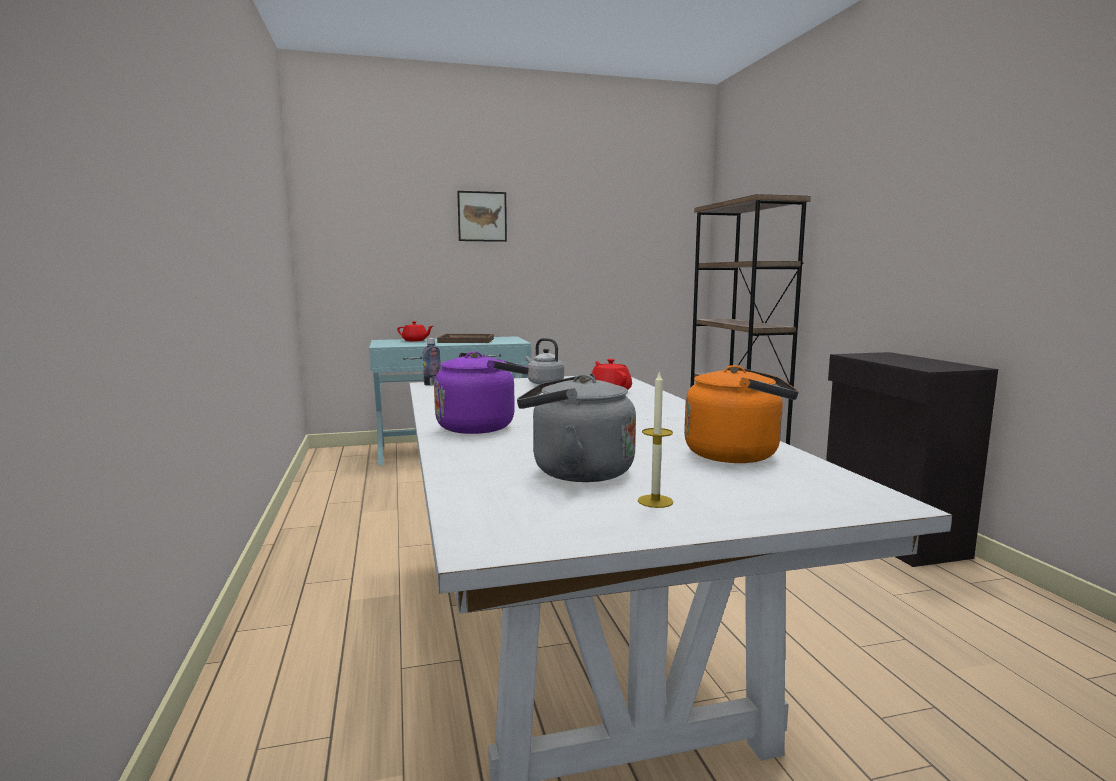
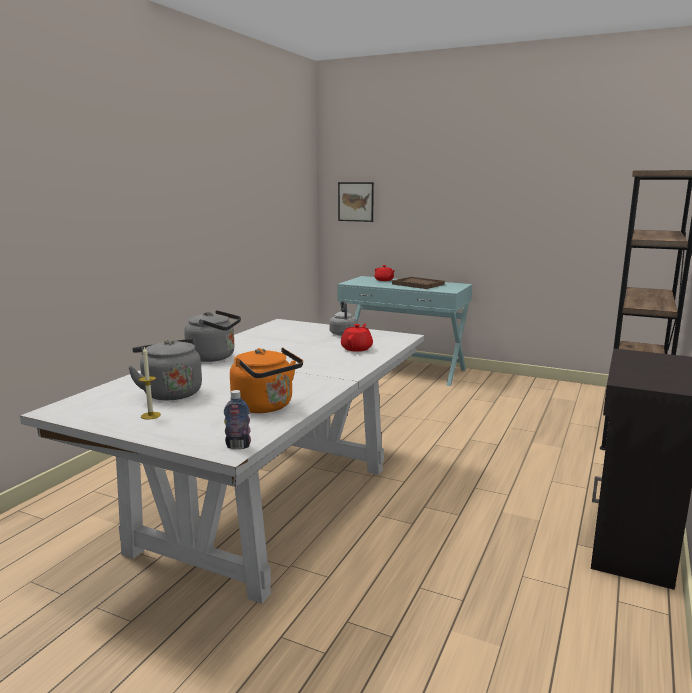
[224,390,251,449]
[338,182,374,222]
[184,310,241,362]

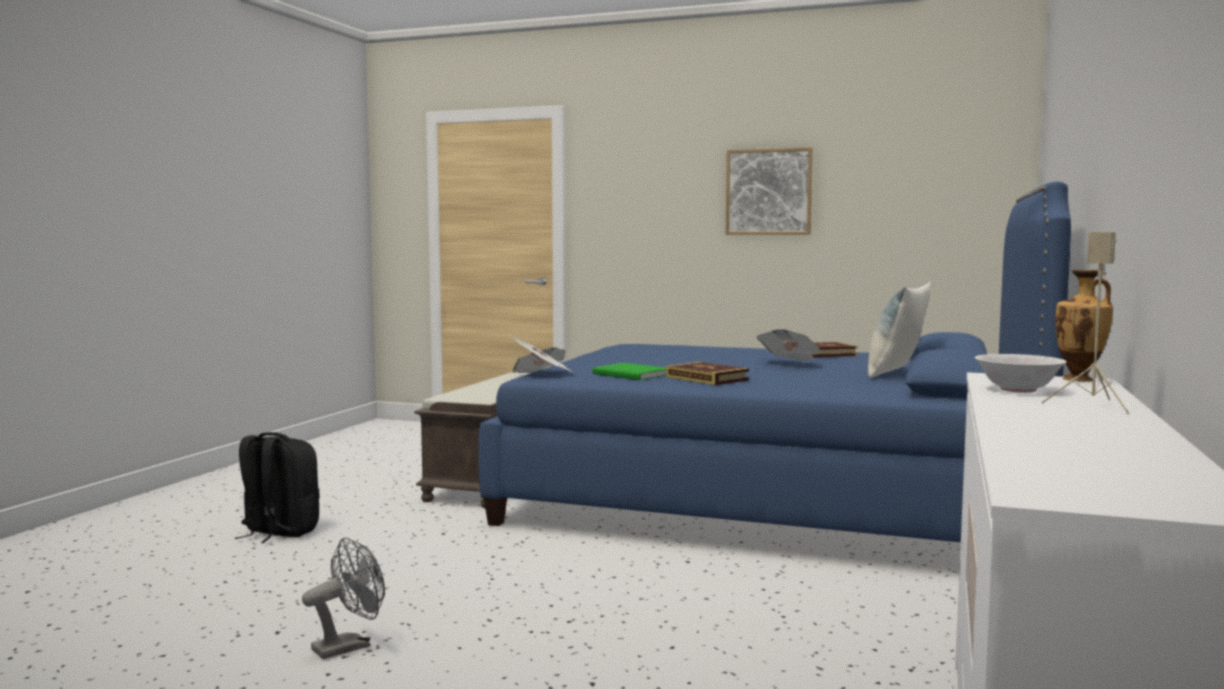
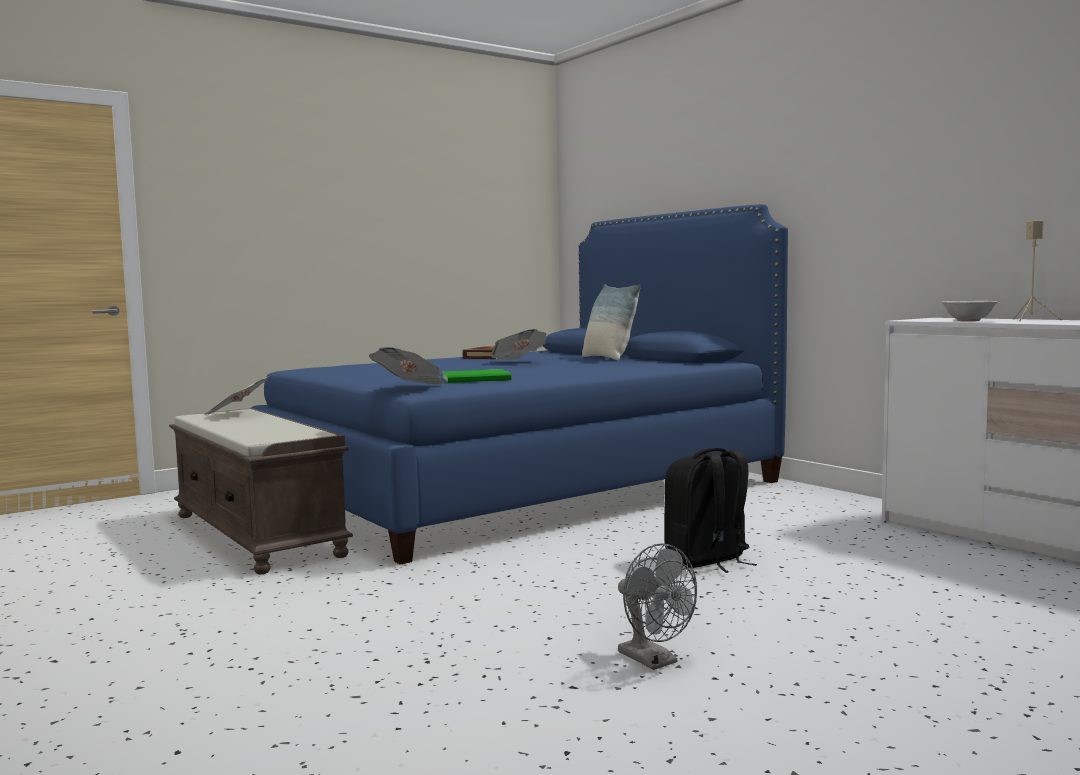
[666,362,749,385] (first image)
[726,147,813,235] (first image)
[1055,270,1113,381] (first image)
[664,448,757,573]
[618,543,697,670]

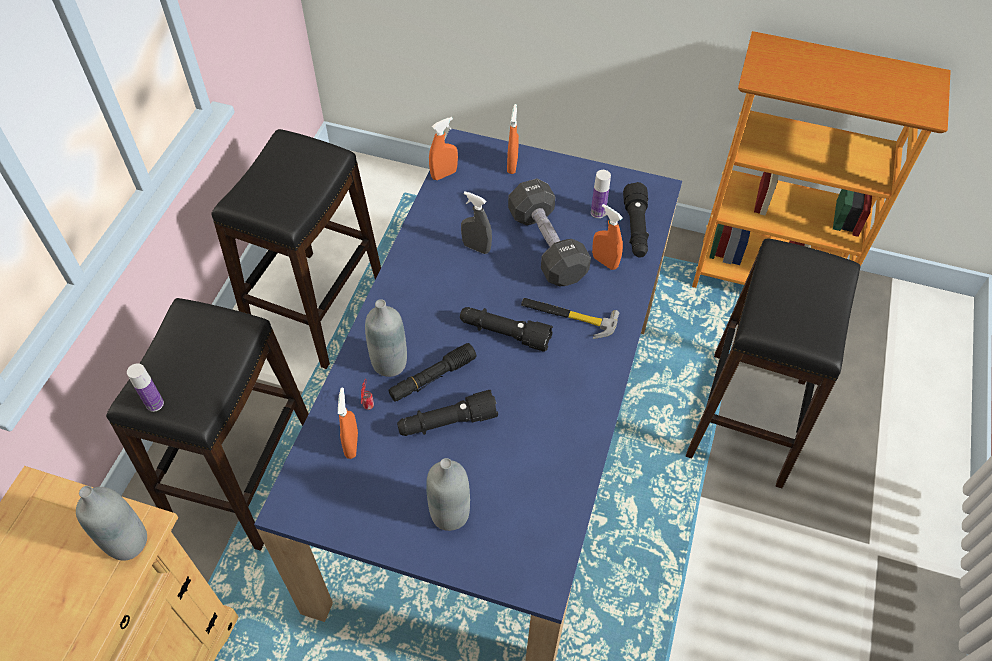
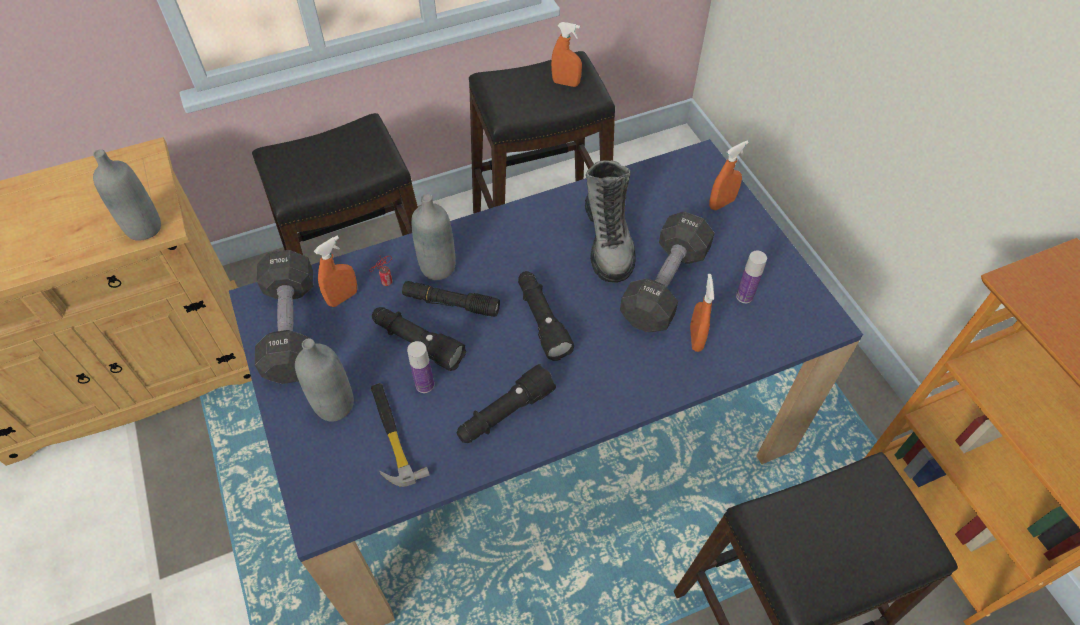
[255,250,313,384]
[407,341,434,393]
[551,22,582,87]
[371,383,430,487]
[457,364,556,443]
[585,160,636,283]

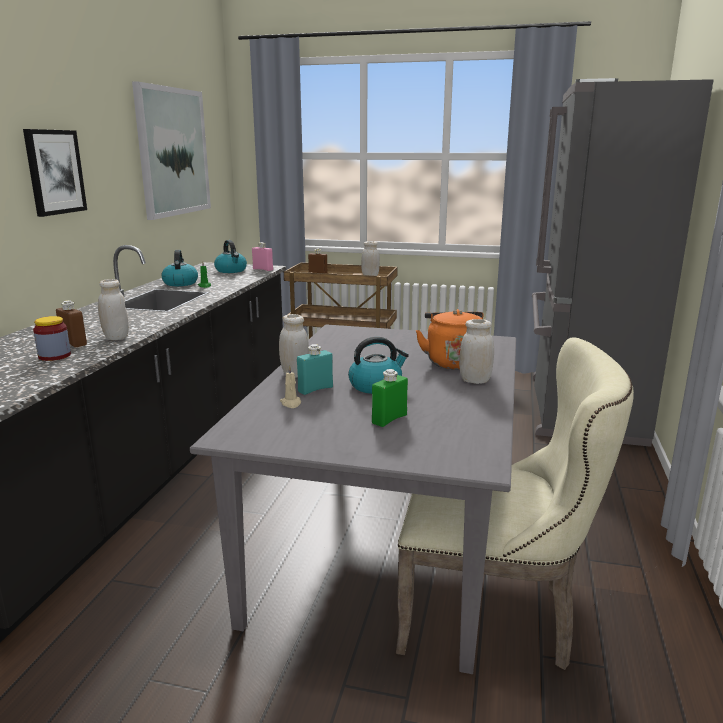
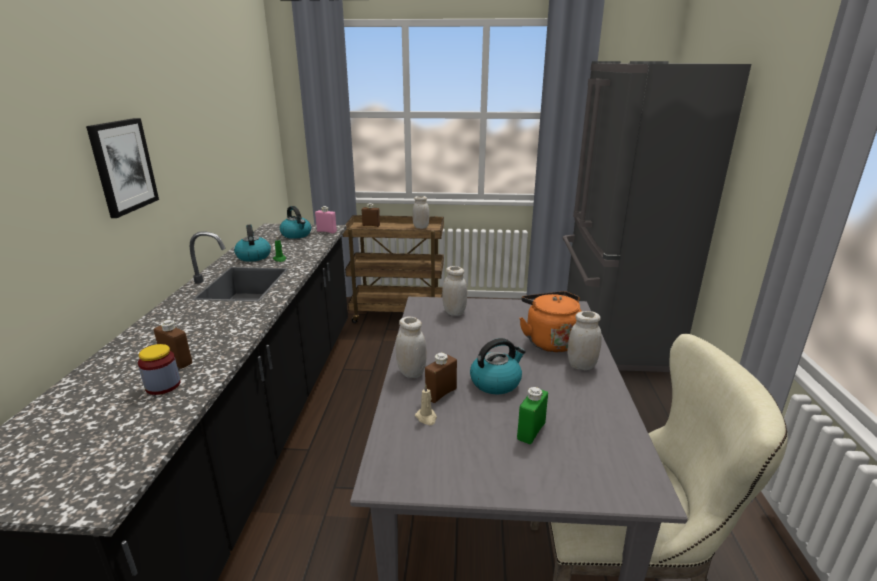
[132,81,211,220] (first image)
[442,266,467,316]
[425,353,457,403]

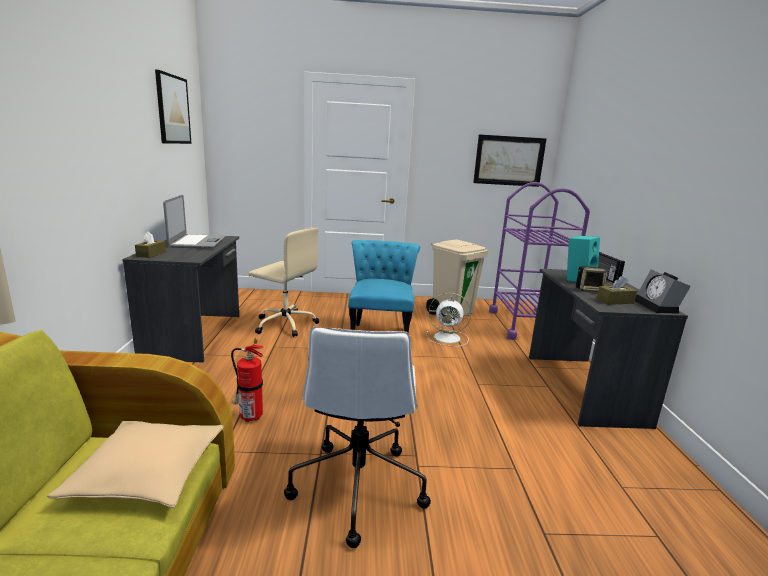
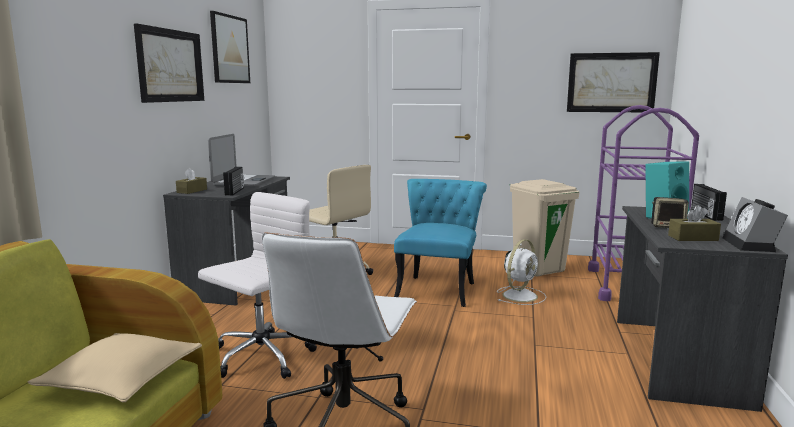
[134,24,204,103]
[223,167,244,196]
[198,192,317,379]
[497,239,546,305]

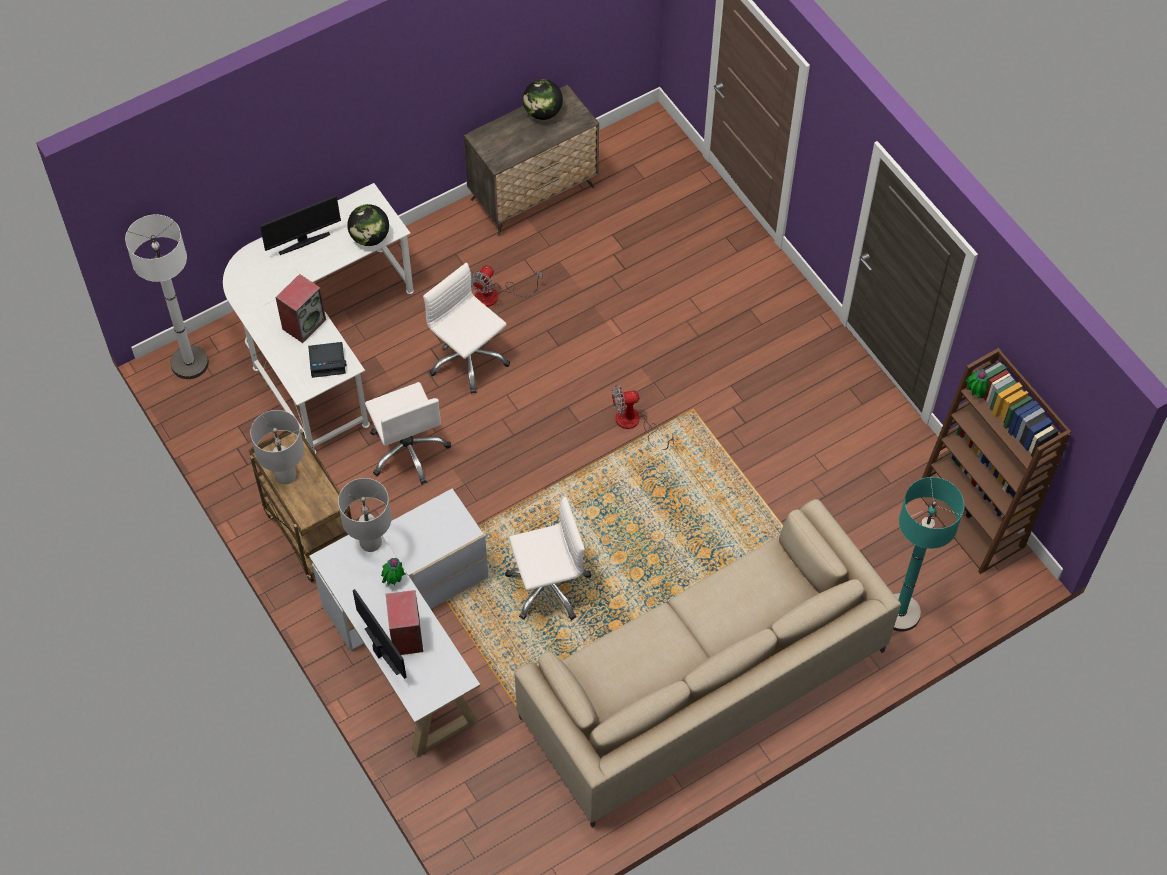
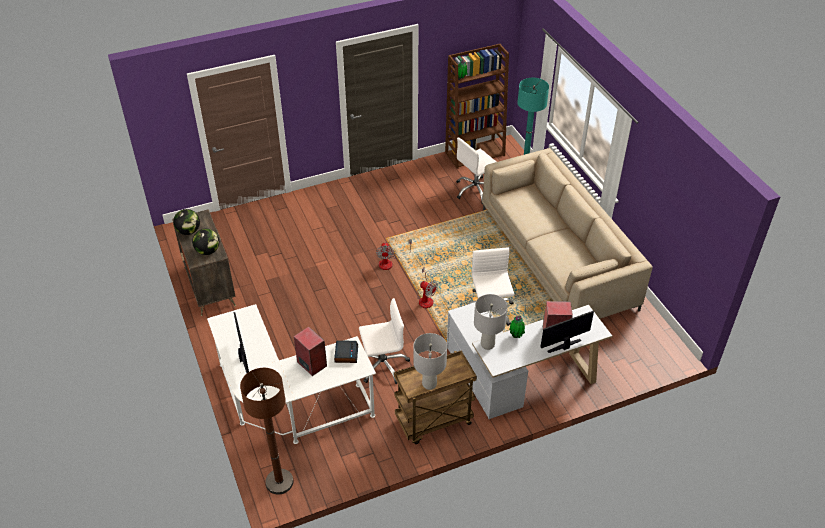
[192,229,219,255]
[456,137,496,204]
[417,268,438,308]
[240,368,294,494]

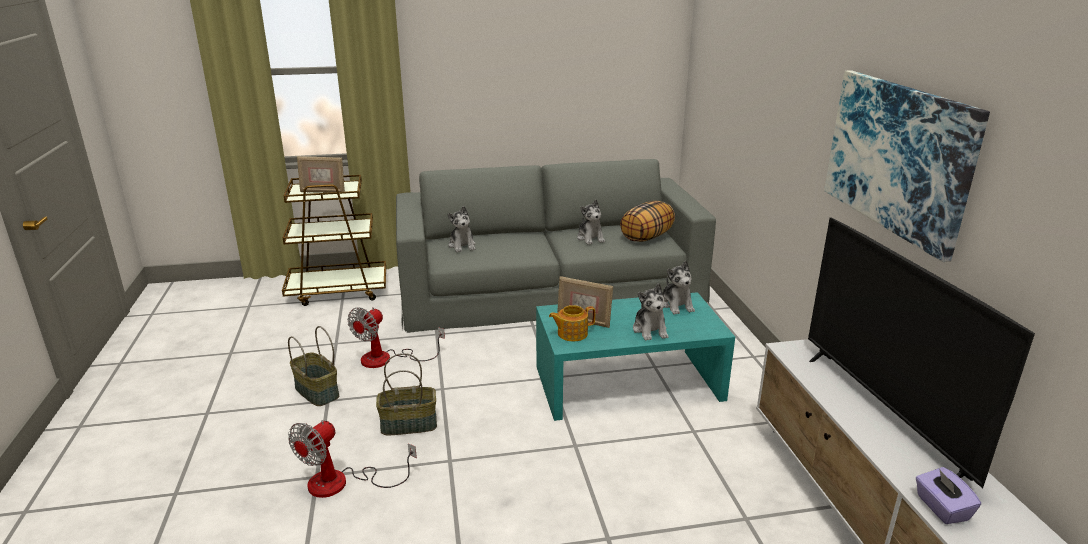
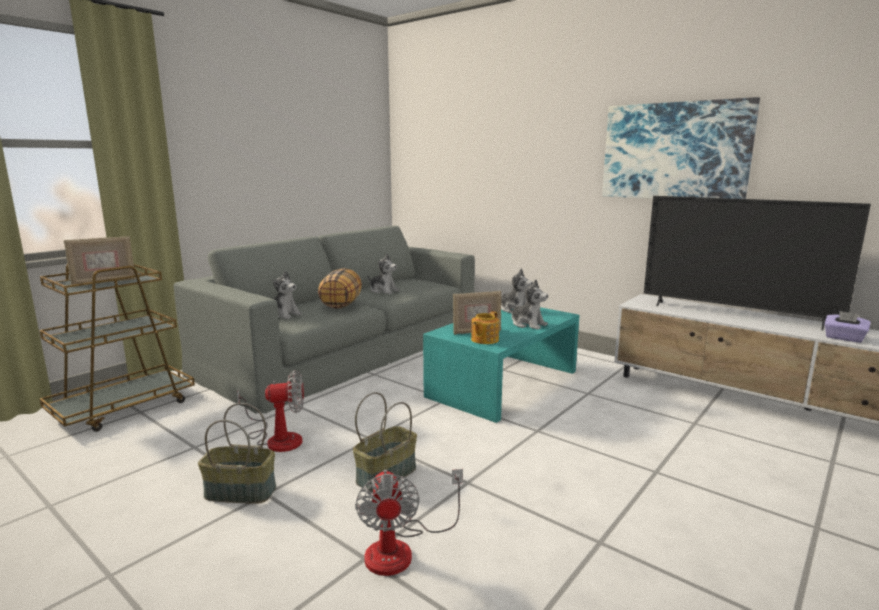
[318,268,362,309]
[237,370,304,452]

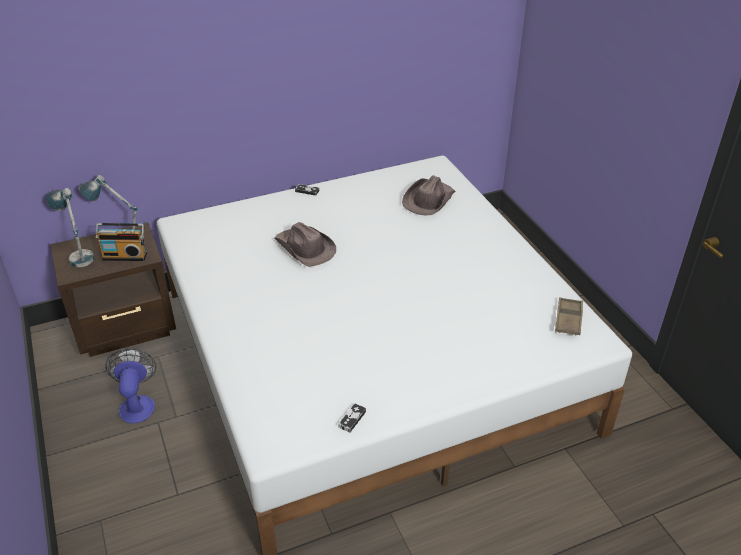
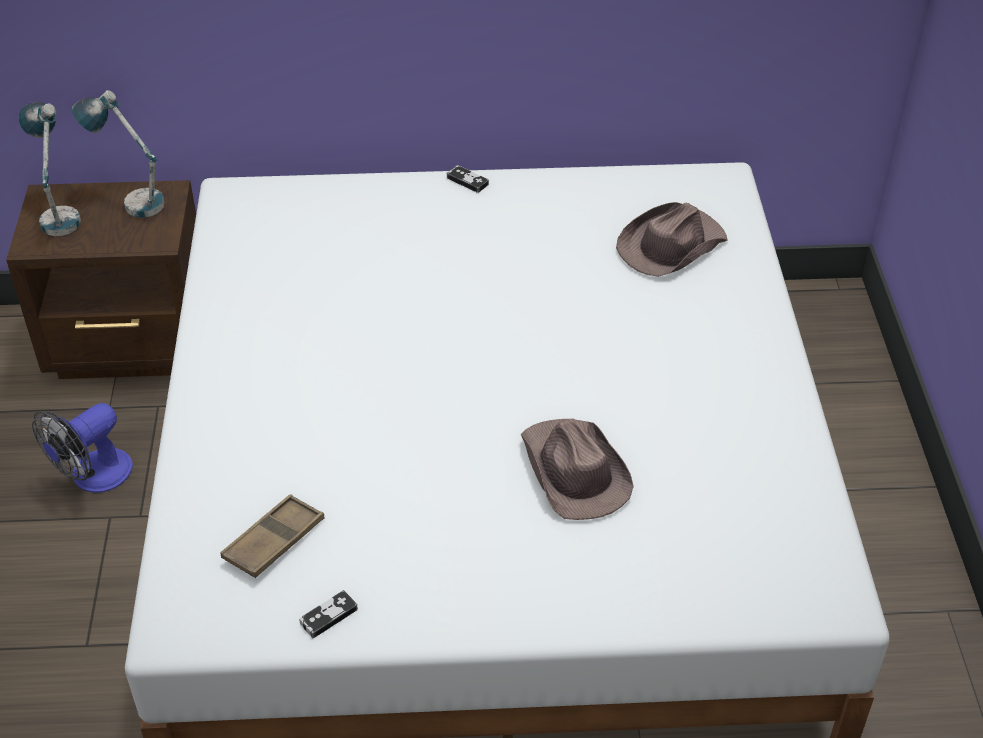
[96,223,147,261] (first image)
[521,418,634,520]
[220,494,324,578]
[32,403,133,493]

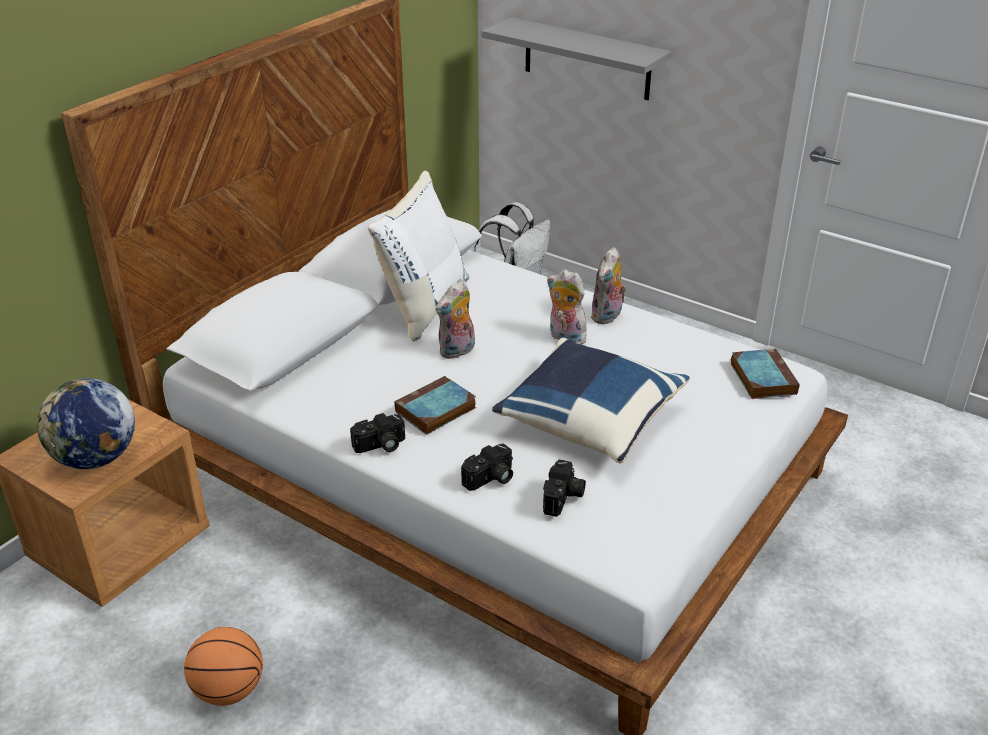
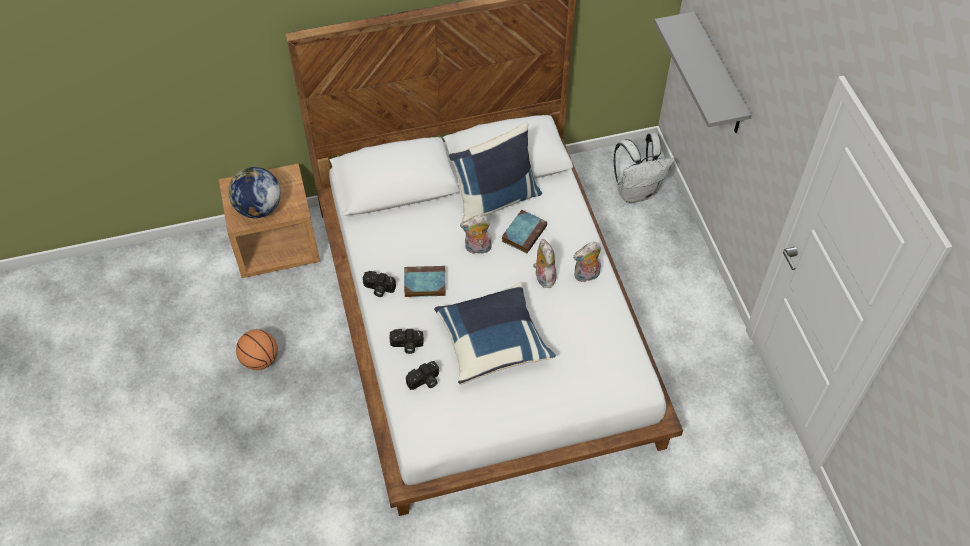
[502,210,547,253]
[449,122,542,222]

